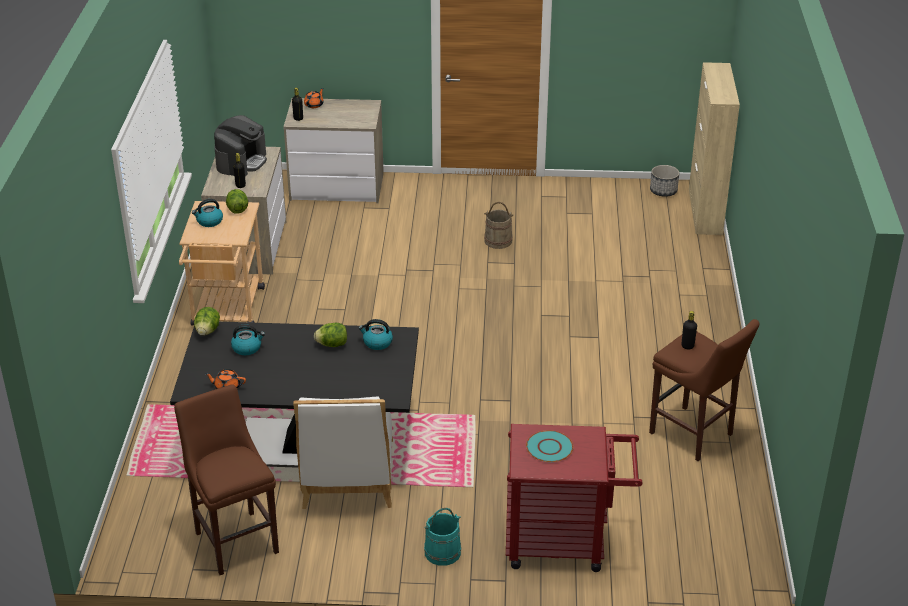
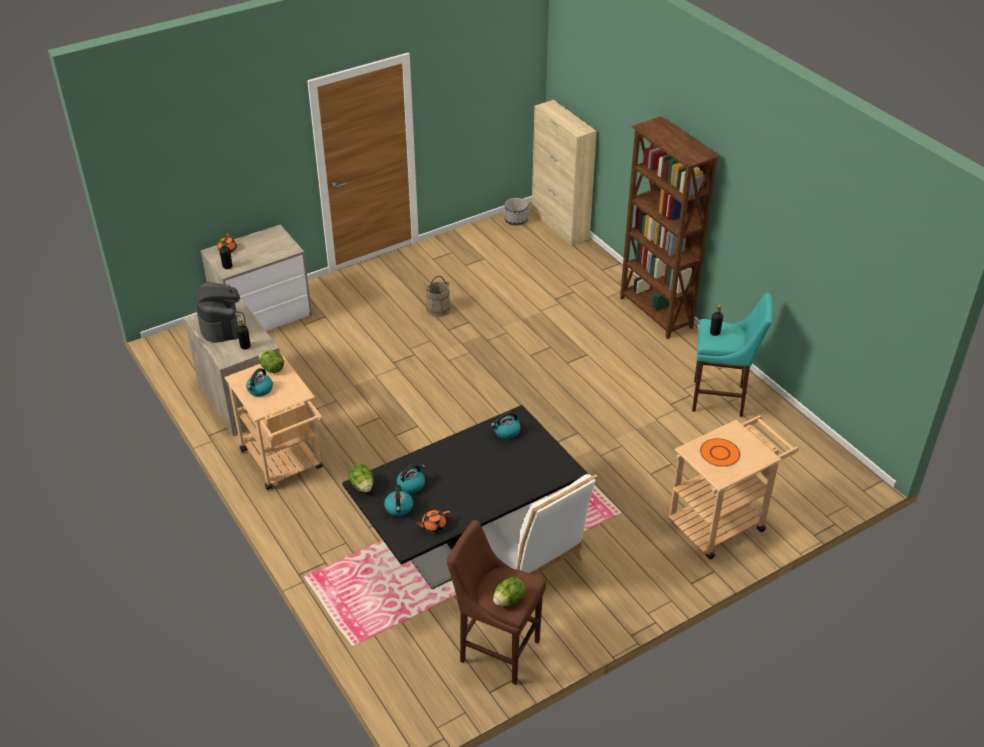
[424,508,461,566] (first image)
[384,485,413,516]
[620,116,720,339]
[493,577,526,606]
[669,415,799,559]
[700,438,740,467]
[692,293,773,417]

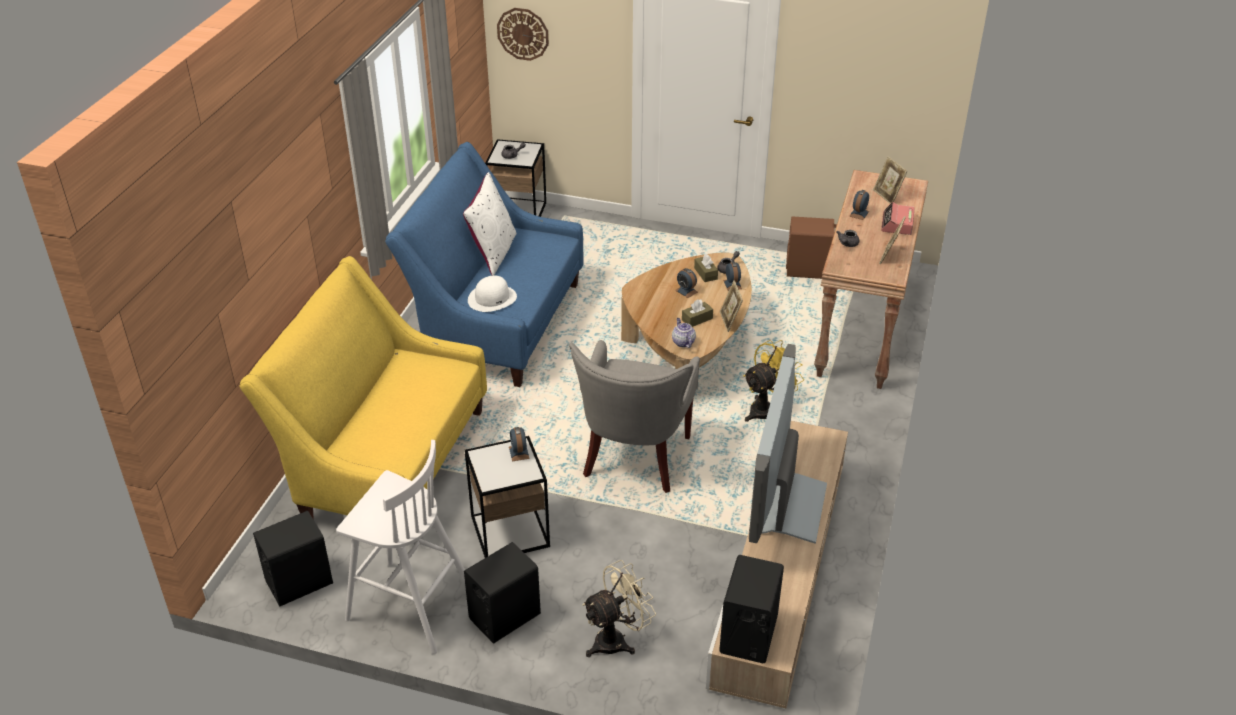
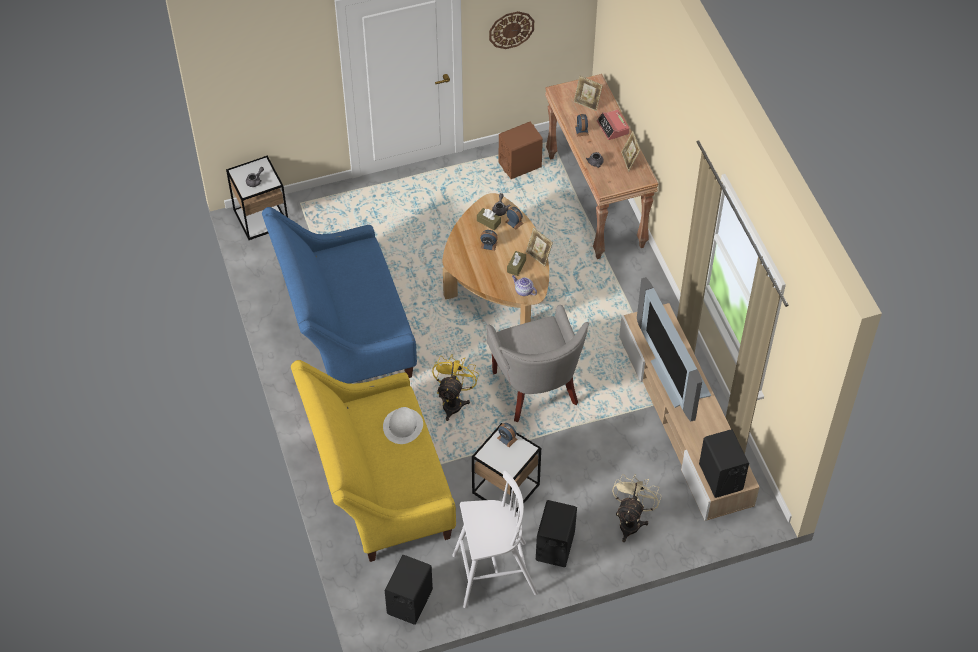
[463,172,516,276] (first image)
[383,407,423,444]
[489,11,534,49]
[432,354,479,421]

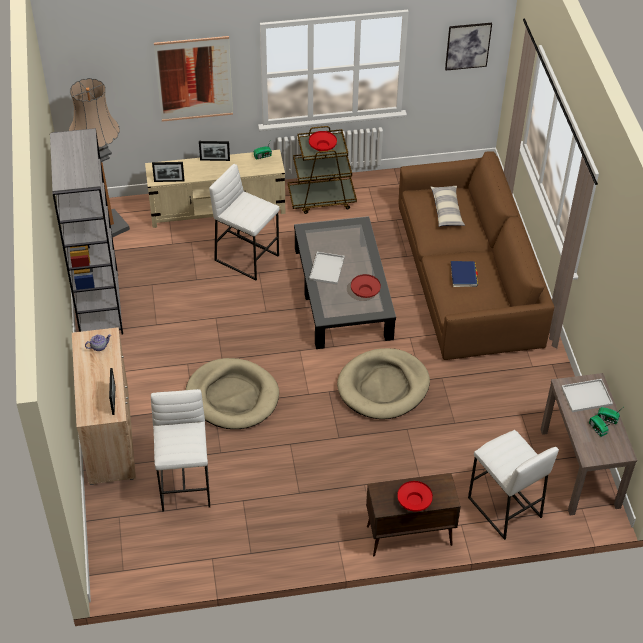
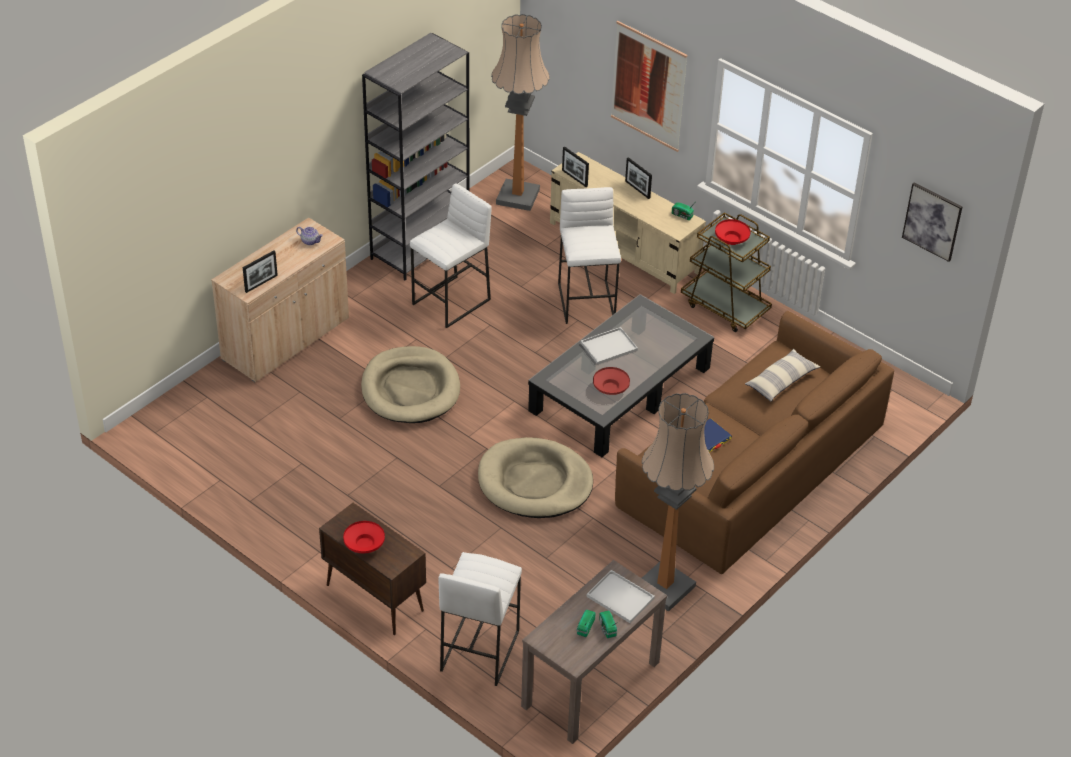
[642,393,714,612]
[410,183,492,328]

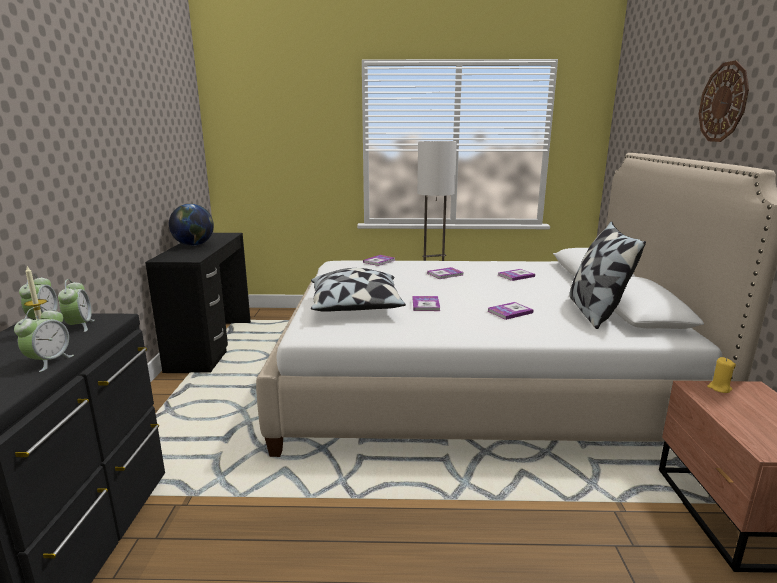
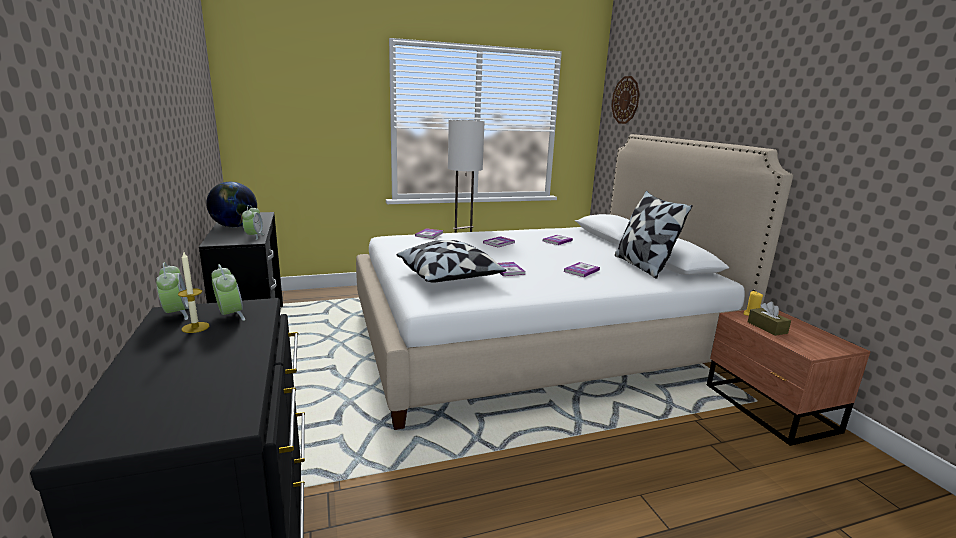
[748,302,791,336]
[242,205,264,240]
[611,76,640,124]

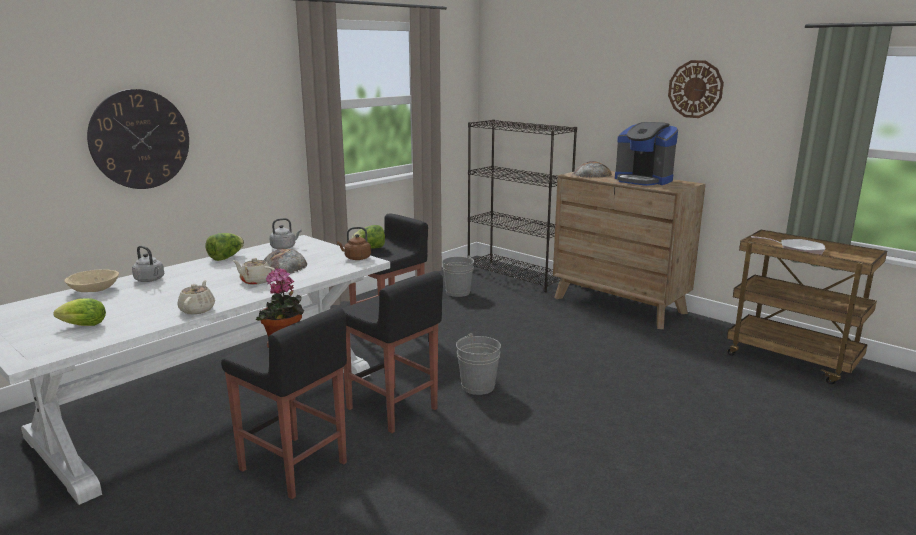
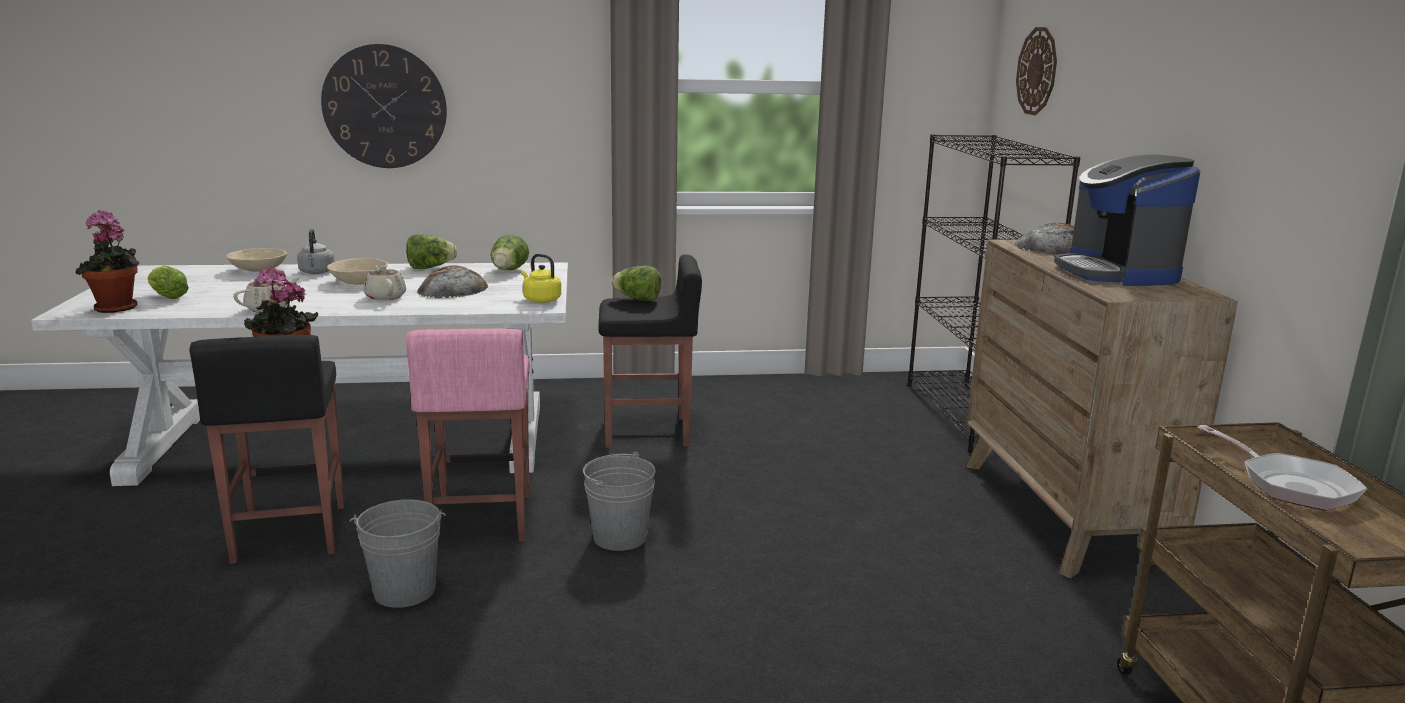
[75,210,139,313]
[327,258,388,285]
[350,499,446,608]
[1016,27,1057,115]
[491,235,529,270]
[521,254,561,303]
[406,328,530,542]

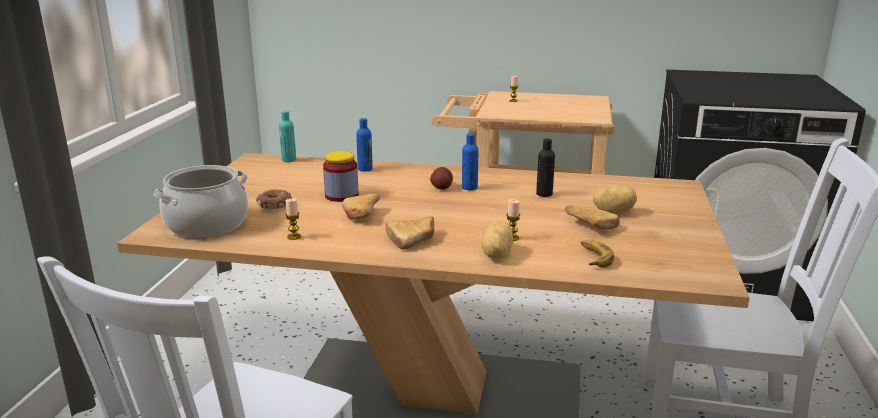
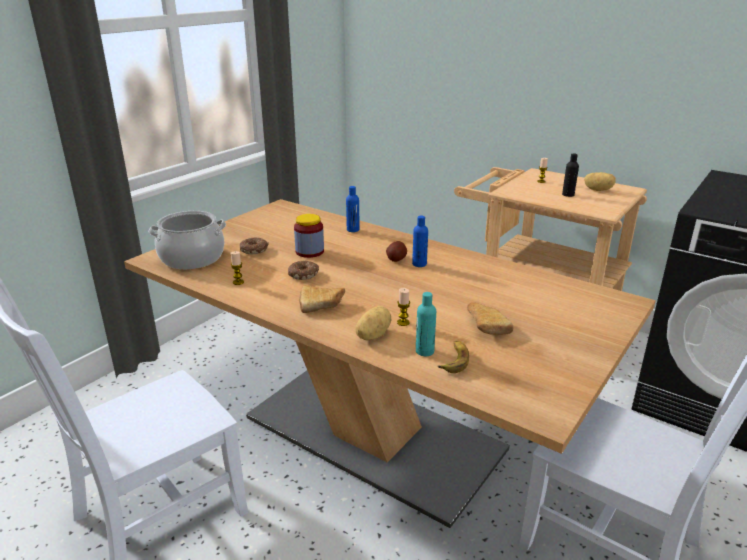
[416,292,436,356]
[562,154,579,197]
[584,172,616,191]
[288,260,319,280]

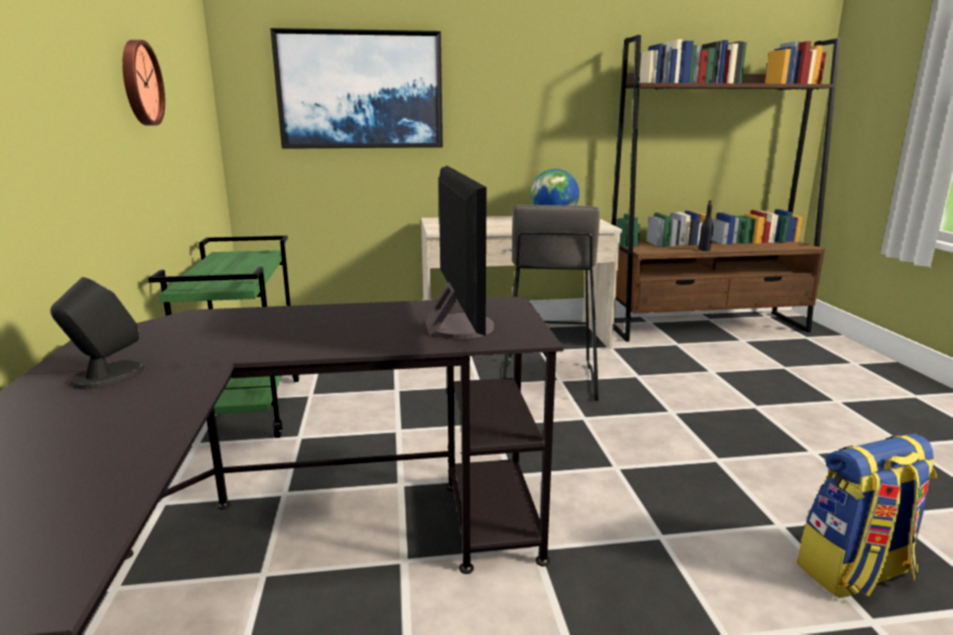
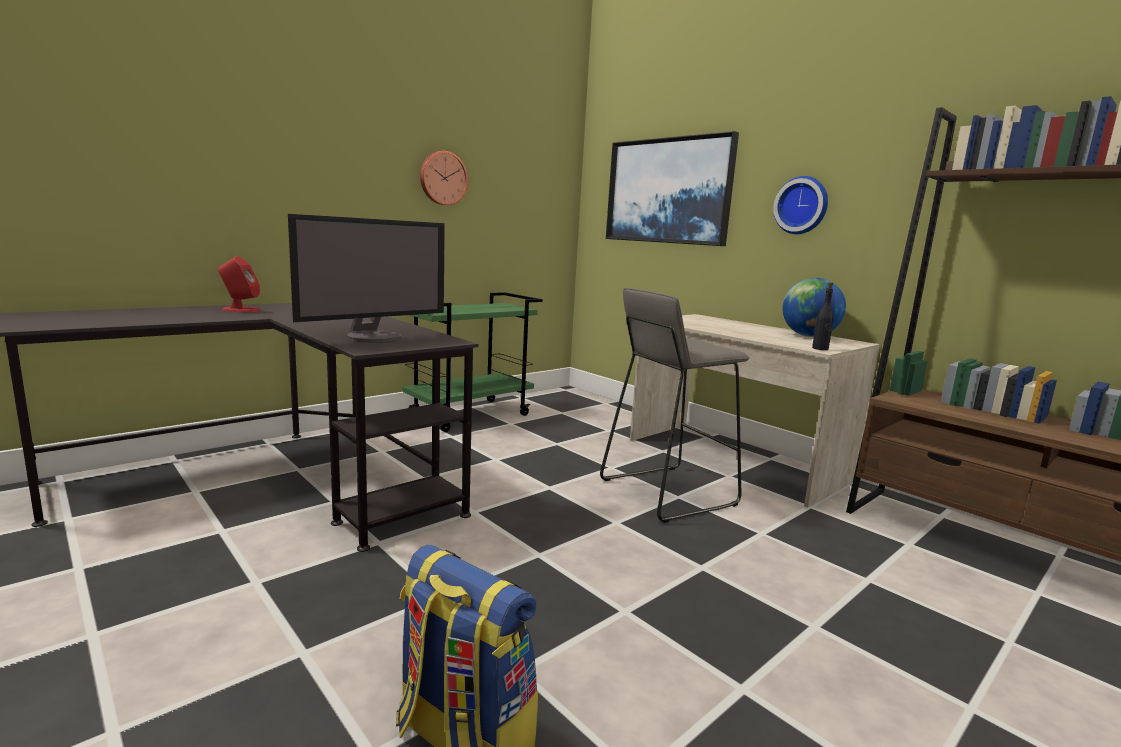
[773,176,828,234]
[812,282,833,350]
[218,256,261,312]

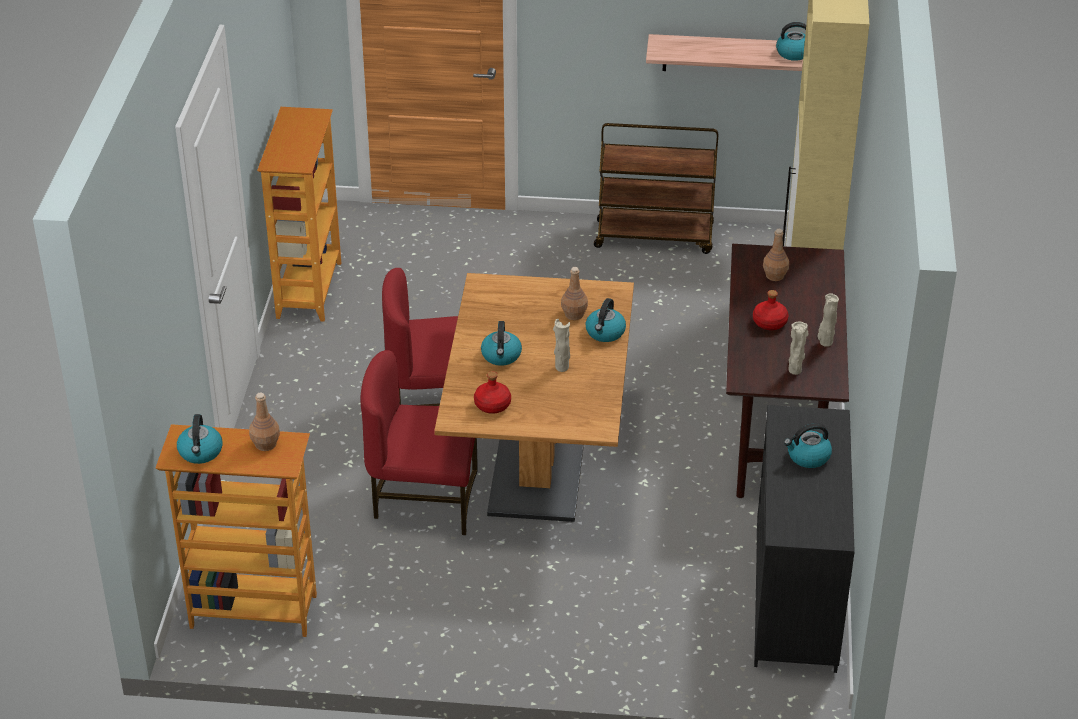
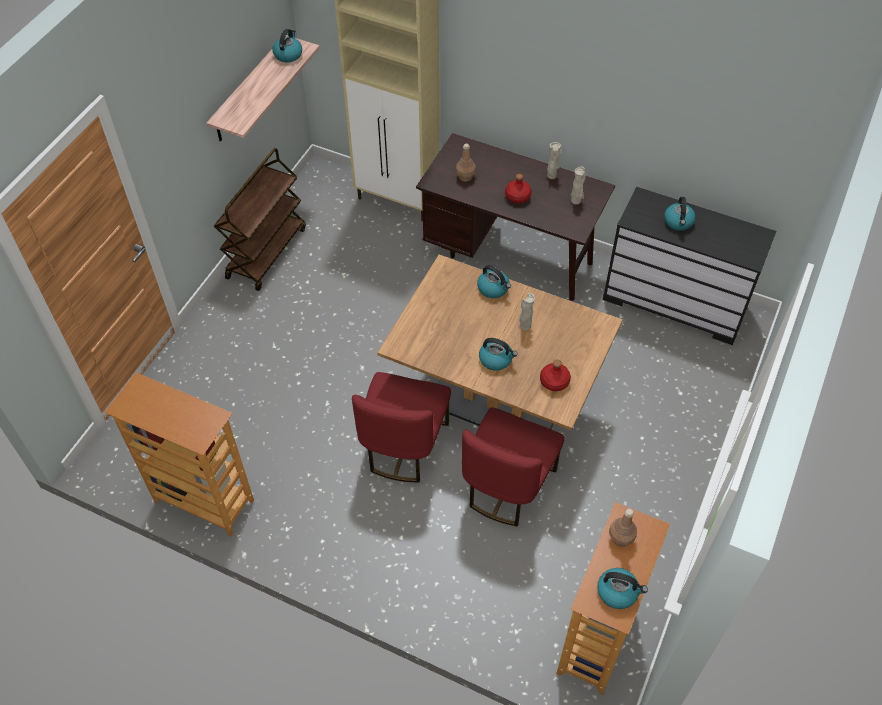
[561,267,588,320] (first image)

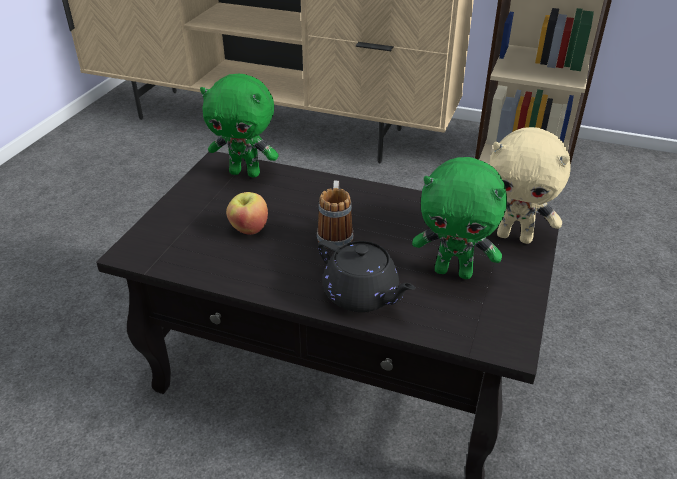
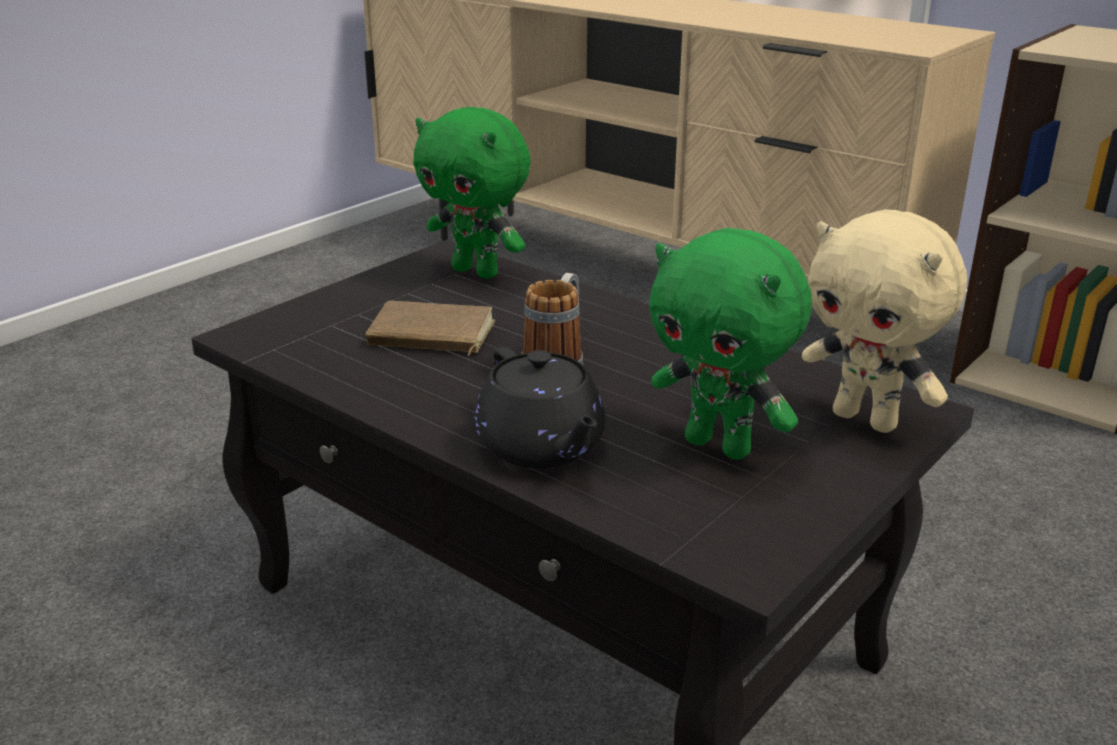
[366,301,495,356]

